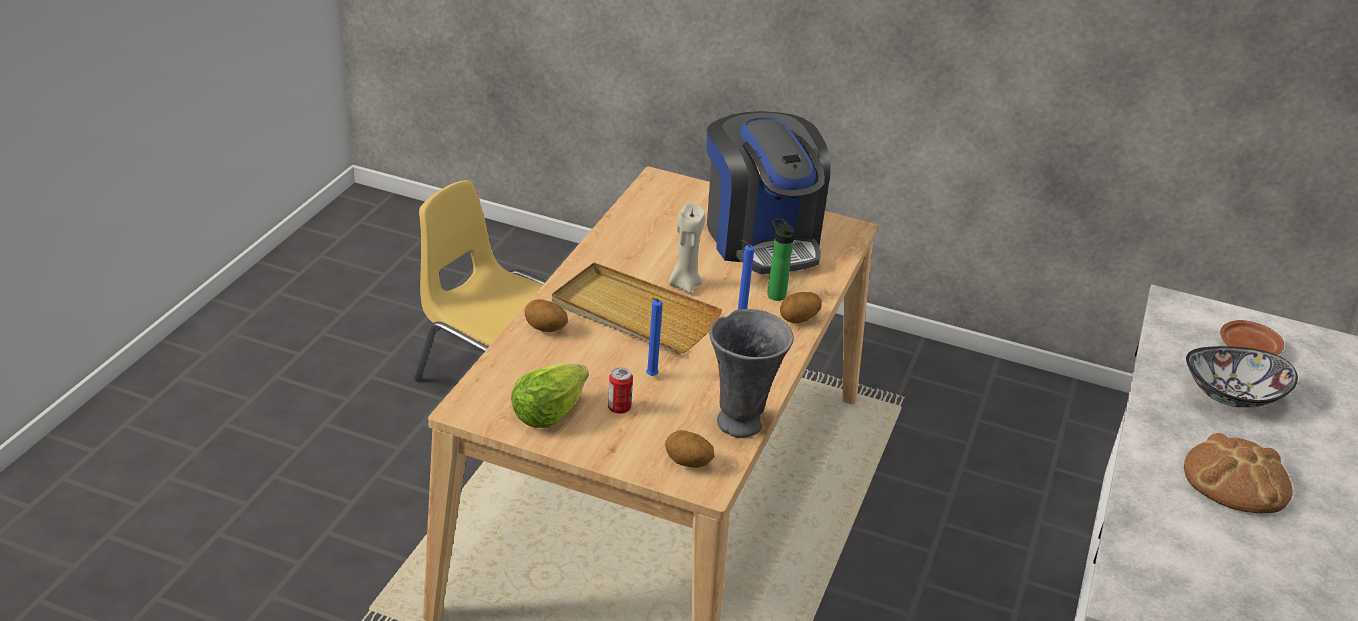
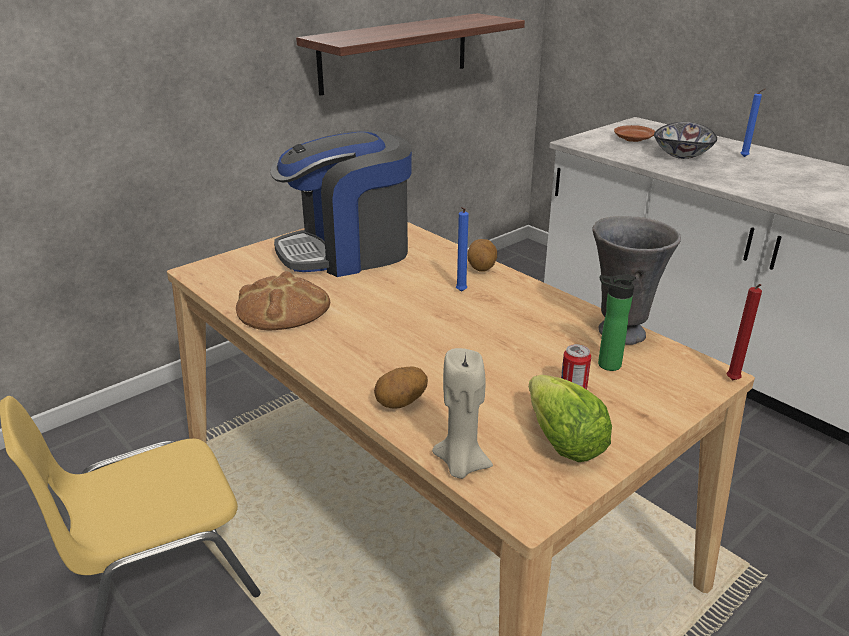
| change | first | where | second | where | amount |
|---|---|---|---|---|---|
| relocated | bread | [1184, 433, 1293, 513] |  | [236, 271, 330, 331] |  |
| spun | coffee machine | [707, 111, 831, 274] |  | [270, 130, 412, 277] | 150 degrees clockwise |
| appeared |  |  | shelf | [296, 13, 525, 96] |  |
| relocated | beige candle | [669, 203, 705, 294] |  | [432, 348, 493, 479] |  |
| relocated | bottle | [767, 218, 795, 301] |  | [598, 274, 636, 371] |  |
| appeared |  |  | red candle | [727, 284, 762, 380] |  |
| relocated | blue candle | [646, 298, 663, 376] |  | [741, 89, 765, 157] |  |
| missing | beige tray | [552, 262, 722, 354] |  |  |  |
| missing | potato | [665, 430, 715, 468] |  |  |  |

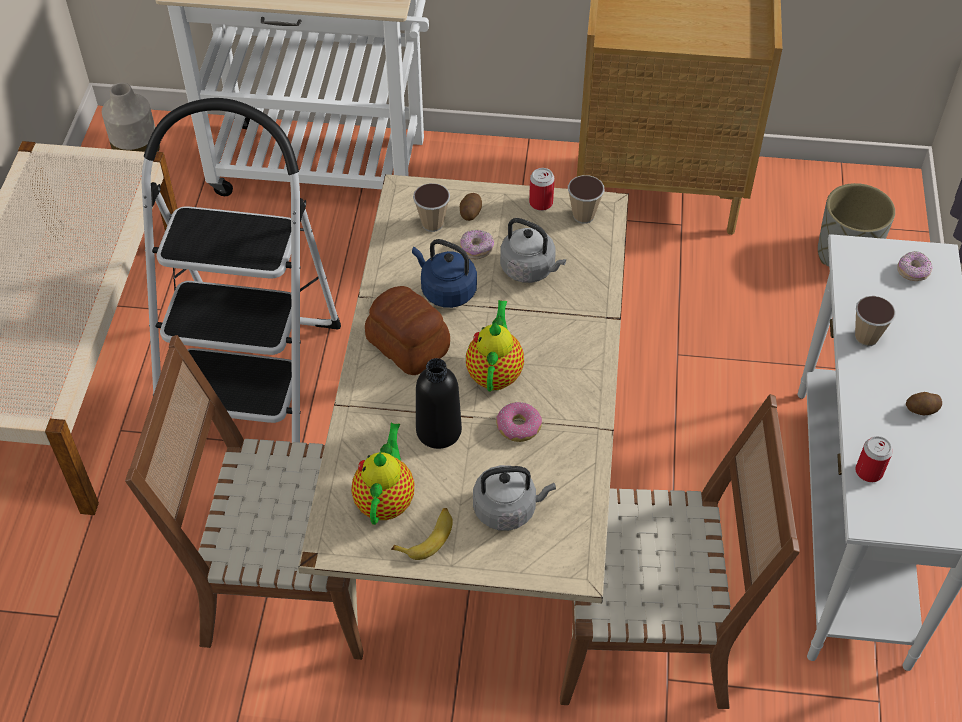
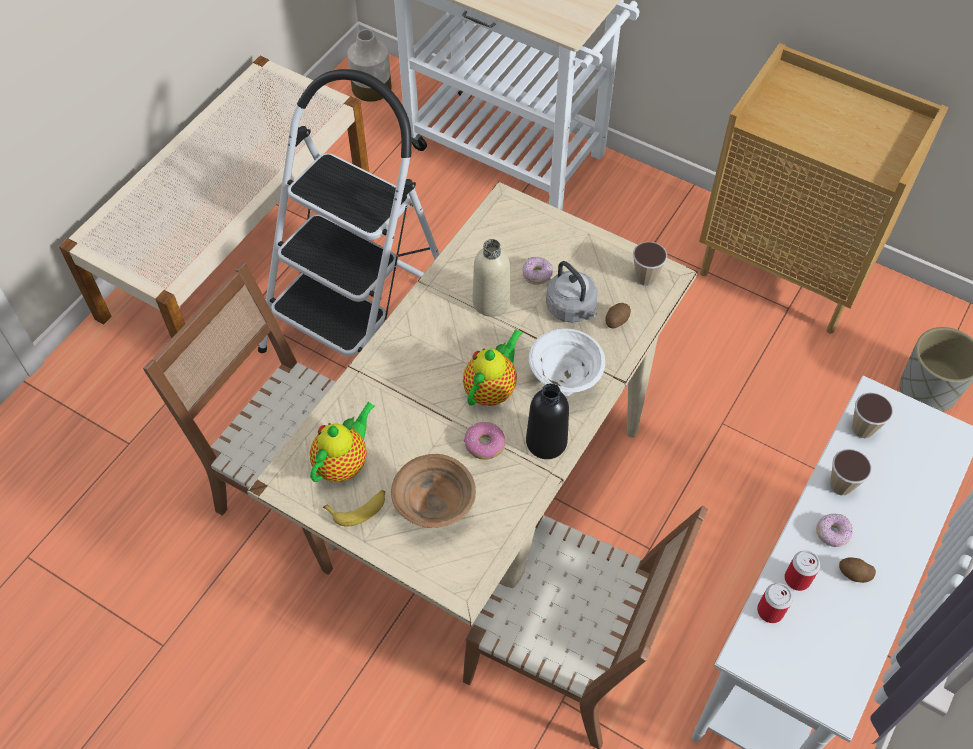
| change | first | where | second | where | amount |
|---|---|---|---|---|---|
| exchanged | grey kettle | [473, 465, 556, 531] | brown bowl | [391, 454, 476, 528] |  |
| exchanged | blue kettle | [412, 239, 477, 308] | beige bottle | [473, 239, 511, 317] |  |
| relocated | black bottle | [416, 358, 462, 449] |  | [526, 383, 569, 459] |  |
| appeared |  |  | white bowl | [529, 328, 605, 396] |  |
| relocated | potato | [460, 193, 482, 221] |  | [605, 303, 631, 329] |  |
| relocated | can | [529, 168, 555, 211] |  | [784, 551, 820, 591] |  |
| relocated | donut | [897, 251, 933, 281] |  | [816, 513, 853, 547] |  |
| relocated | cup | [413, 183, 450, 232] |  | [852, 393, 893, 438] |  |
| missing | bread | [365, 286, 450, 375] |  |  |  |

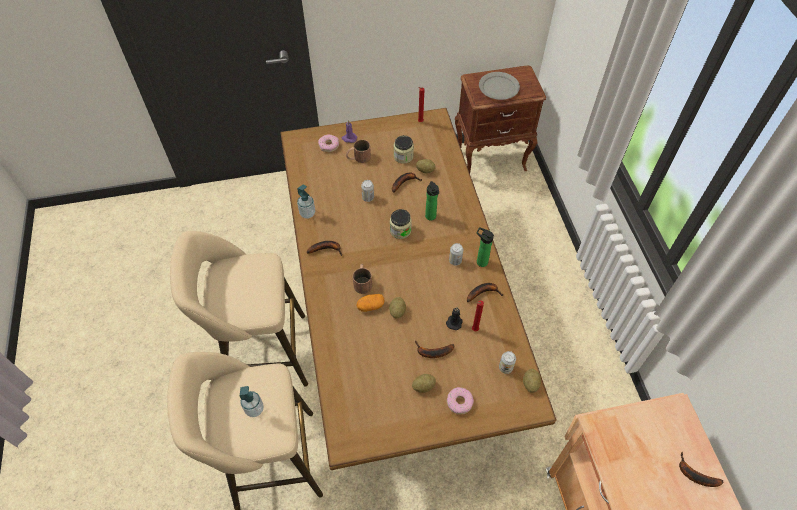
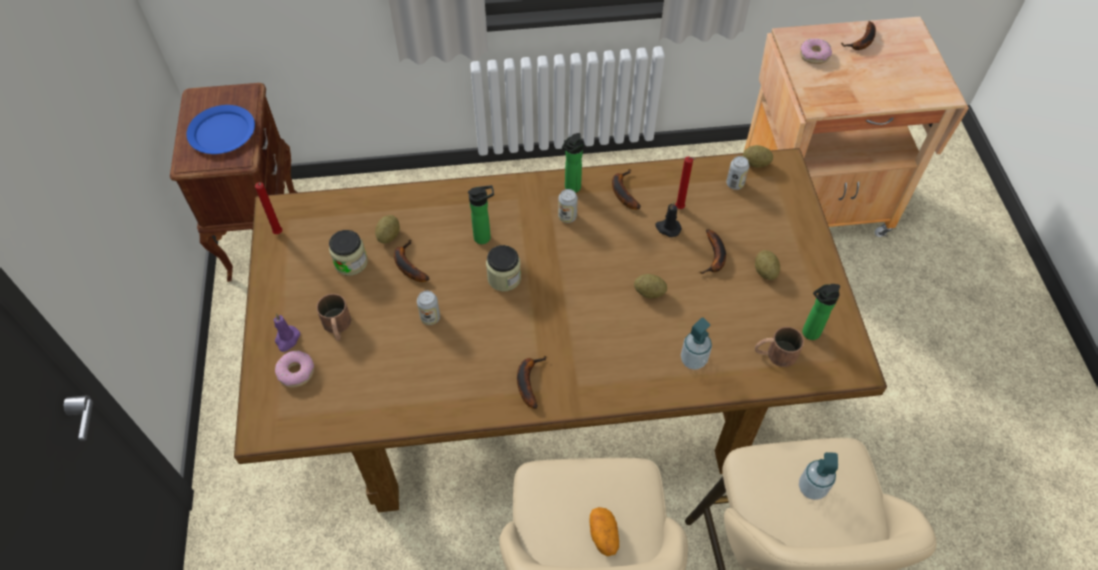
| change | first | where | second | where | amount |
|---|---|---|---|---|---|
| colour | grey plate | [479, 72, 520, 100] | blue plate | [187, 105, 255, 154] |  |
| relocated | potato | [356, 294, 384, 312] |  | [590, 507, 619, 556] |  |
| relocated | soap dispenser | [297, 184, 315, 219] |  | [681, 318, 712, 370] |  |
| relocated | brown mug | [353, 264, 372, 294] |  | [755, 327, 804, 367] |  |
| relocated | donut | [447, 387, 474, 415] |  | [800, 39, 832, 64] |  |
| appeared |  |  | bottle | [802, 284, 840, 340] |  |

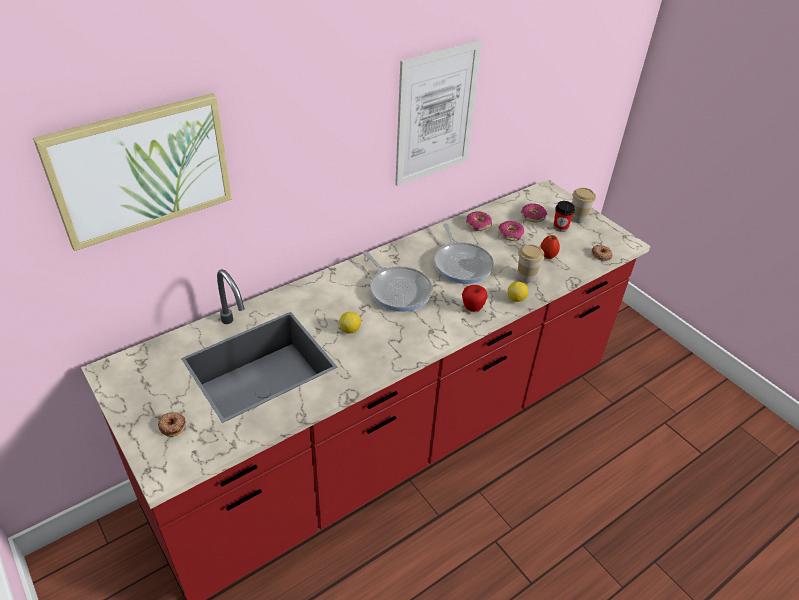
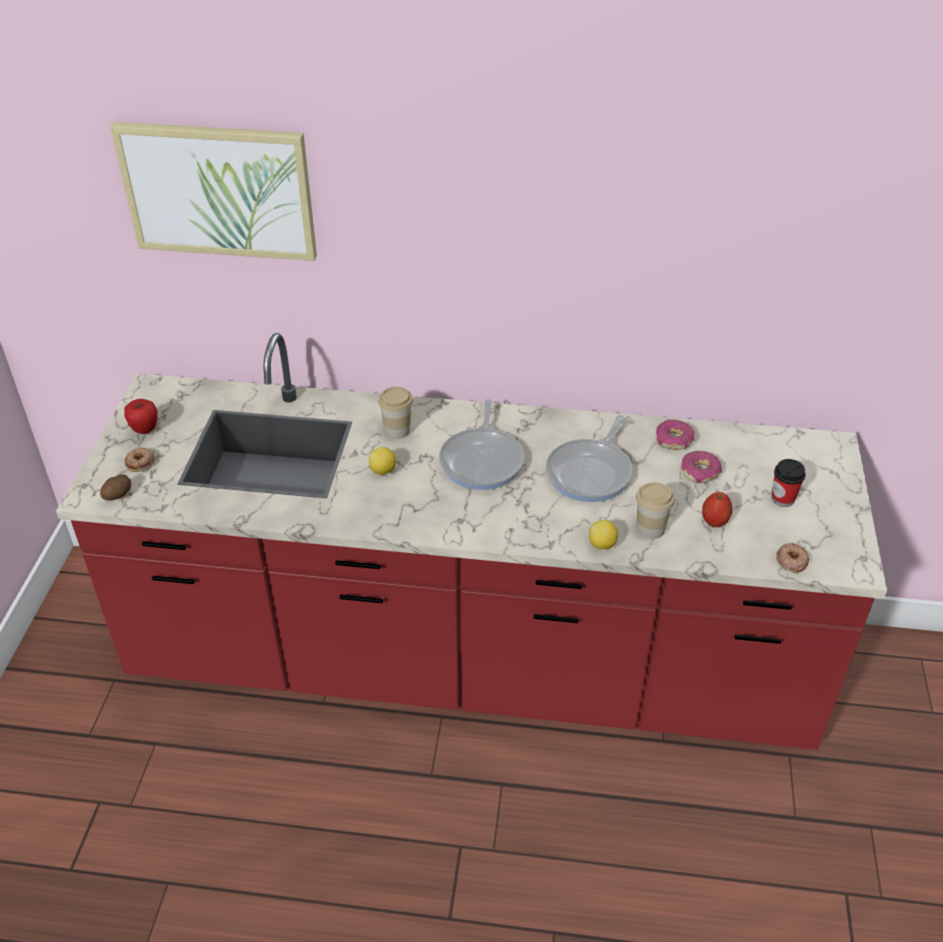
| change | first | where | second | where | amount |
|---|---|---|---|---|---|
| appeared |  |  | potato | [100, 474, 131, 501] |  |
| relocated | apple | [462, 285, 488, 312] |  | [124, 399, 158, 434] |  |
| relocated | cup | [571, 188, 596, 223] |  | [378, 387, 413, 439] |  |
| missing | picture | [395, 40, 482, 186] |  |  |  |
| missing | donut | [521, 203, 547, 223] |  |  |  |

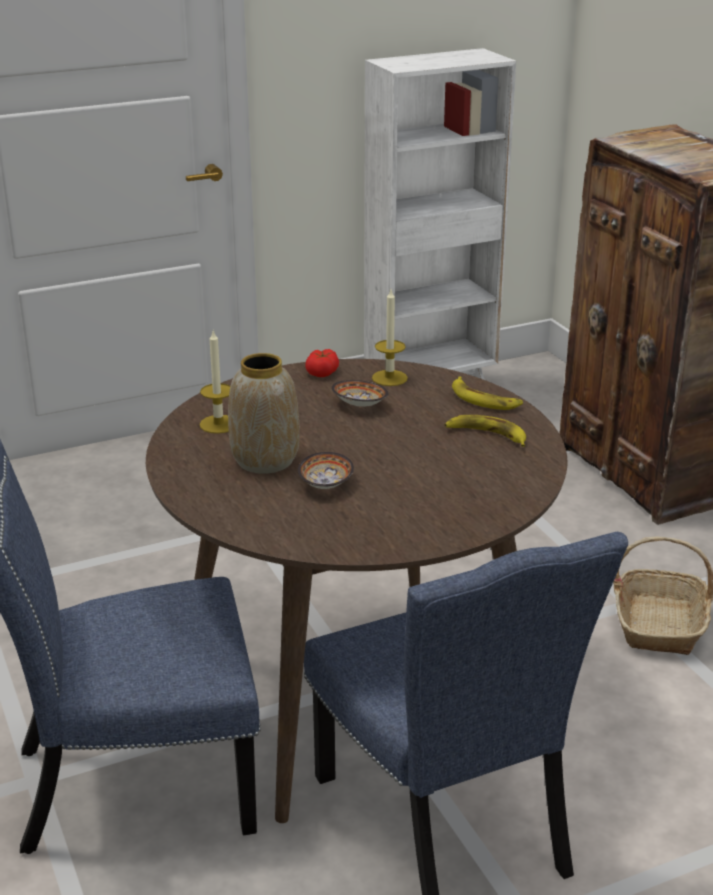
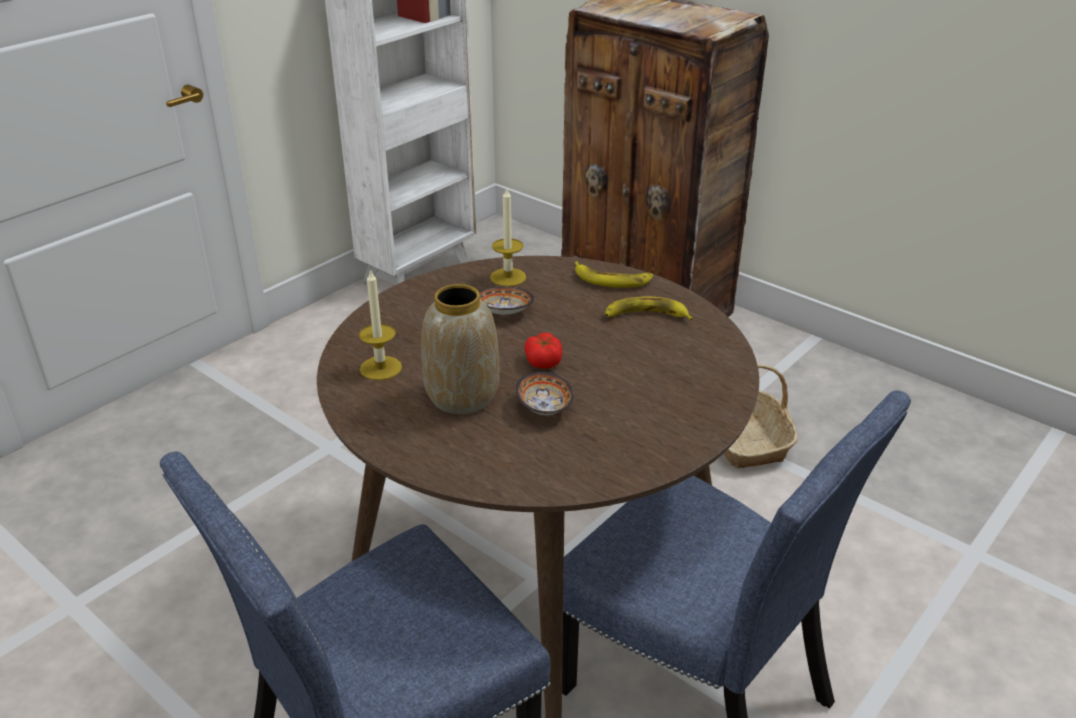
| change | first | where | second | where | amount |
|---|---|---|---|---|---|
| relocated | tomato | [305, 349, 339, 377] |  | [524, 333, 562, 369] |  |

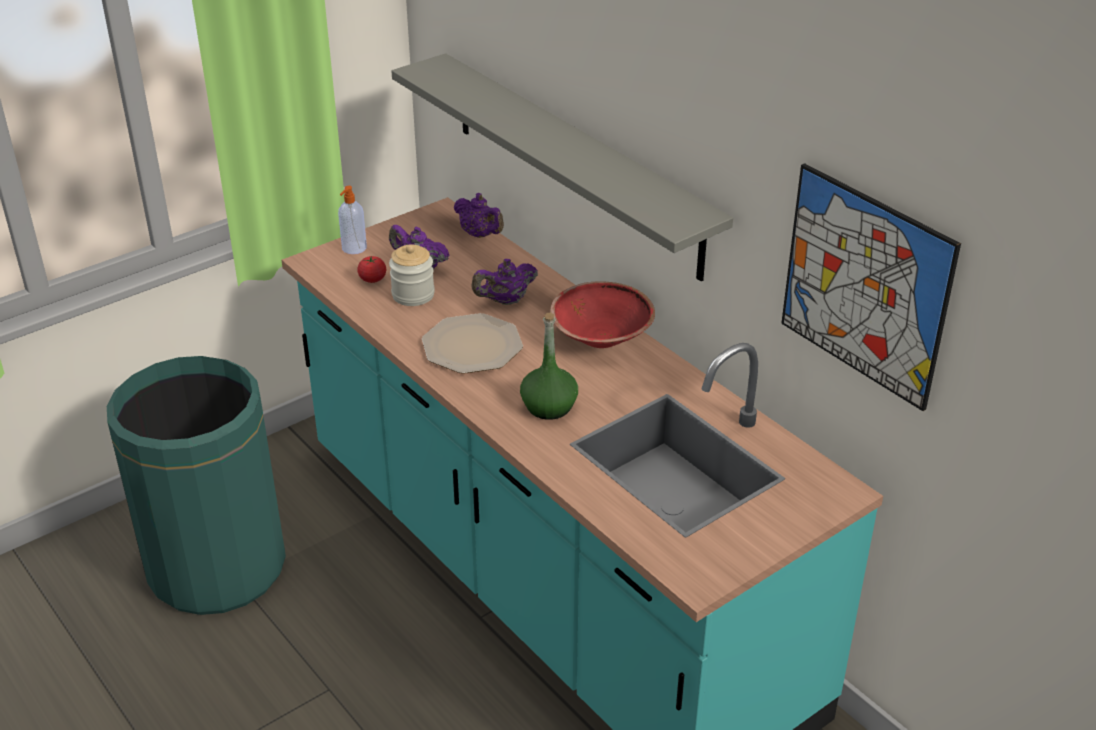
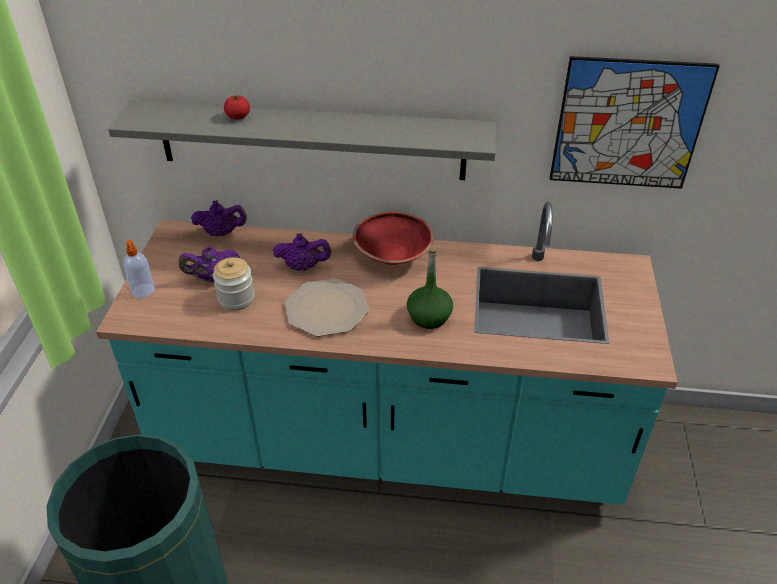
| change | first | where | second | where | amount |
|---|---|---|---|---|---|
| relocated | tomato | [357, 256, 386, 283] |  | [224, 95, 250, 120] |  |
| spun | purple teapot | [471, 259, 538, 305] |  | [273, 233, 331, 271] | 105 degrees counterclockwise |

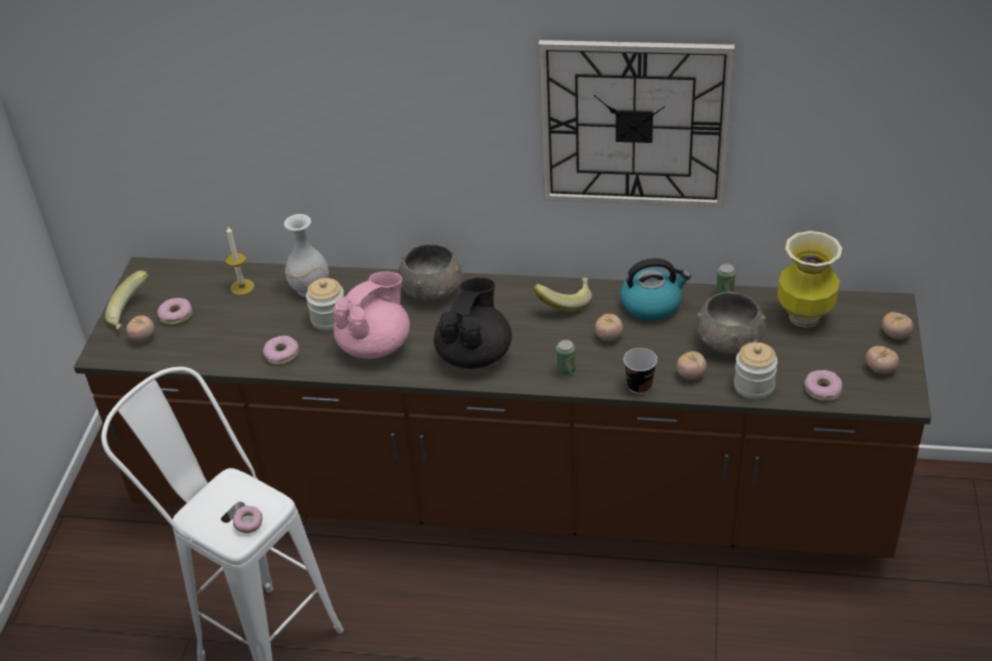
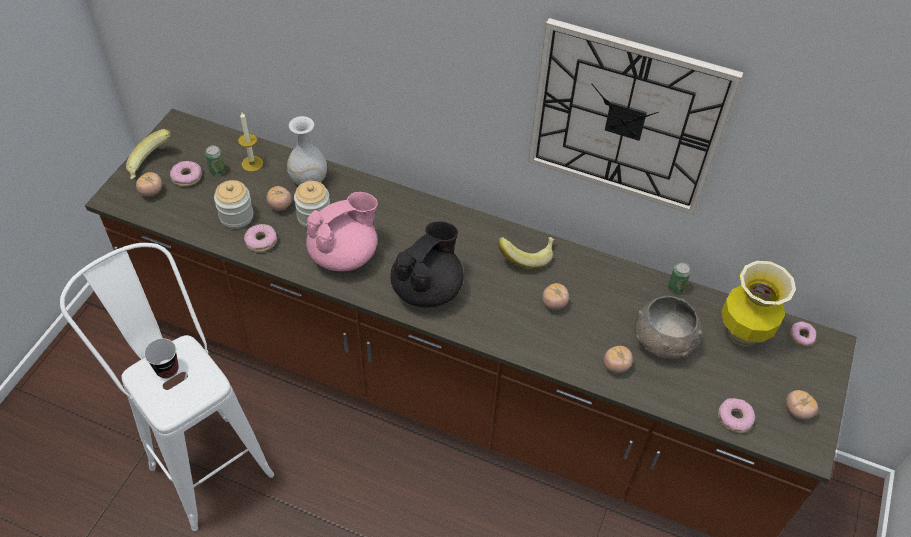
| change | first | where | second | where | amount |
|---|---|---|---|---|---|
| relocated | cup | [623, 348, 657, 394] |  | [144, 338, 179, 379] |  |
| relocated | can | [556, 339, 576, 376] |  | [205, 145, 226, 176] |  |
| relocated | jar | [734, 342, 778, 400] |  | [214, 180, 254, 229] |  |
| relocated | tomato | [882, 312, 913, 339] |  | [266, 186, 292, 211] |  |
| relocated | donut | [233, 506, 262, 533] |  | [790, 321, 816, 347] |  |
| missing | grey bowl | [399, 244, 462, 303] |  |  |  |
| missing | kettle | [620, 258, 691, 321] |  |  |  |

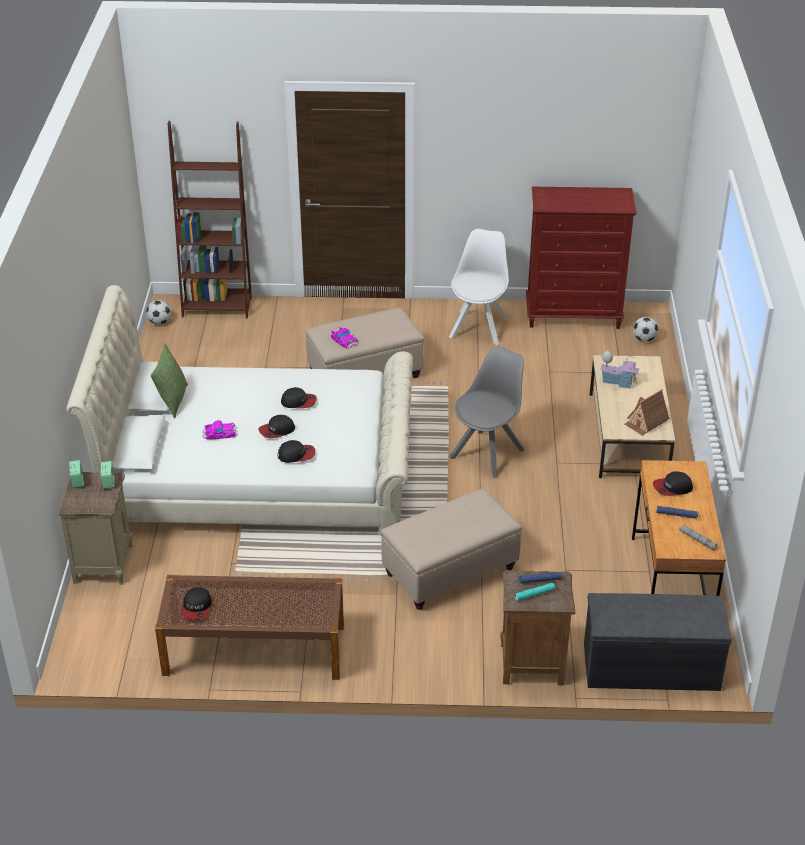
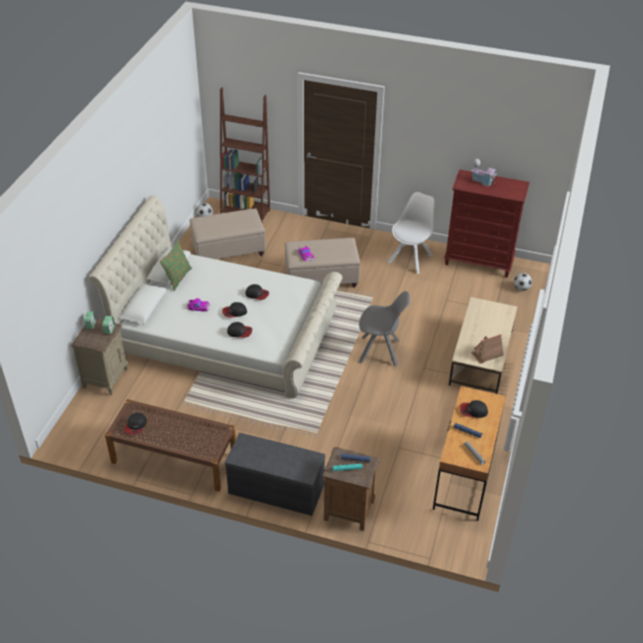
| change | first | where | second | where | amount |
|---|---|---|---|---|---|
| relocated | beige ottoman | [381, 488, 522, 610] |  | [189, 208, 266, 259] |  |
| relocated | grey bench | [584, 593, 732, 691] |  | [225, 433, 325, 516] |  |
| spun | grey chair | [449, 347, 524, 478] |  | [359, 291, 410, 366] | 45 degrees clockwise |
| relocated | toy house | [600, 351, 639, 389] |  | [471, 159, 497, 187] |  |

